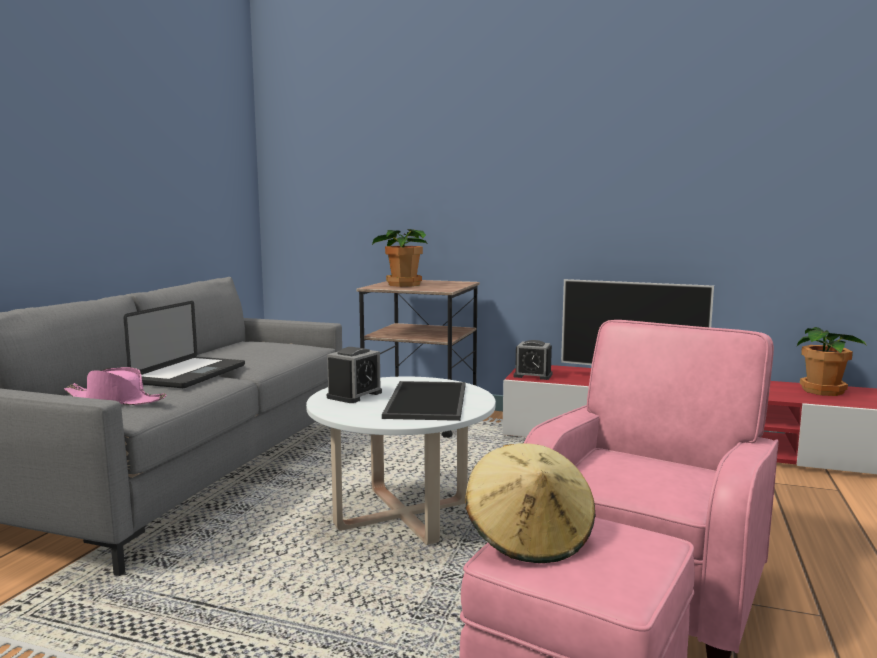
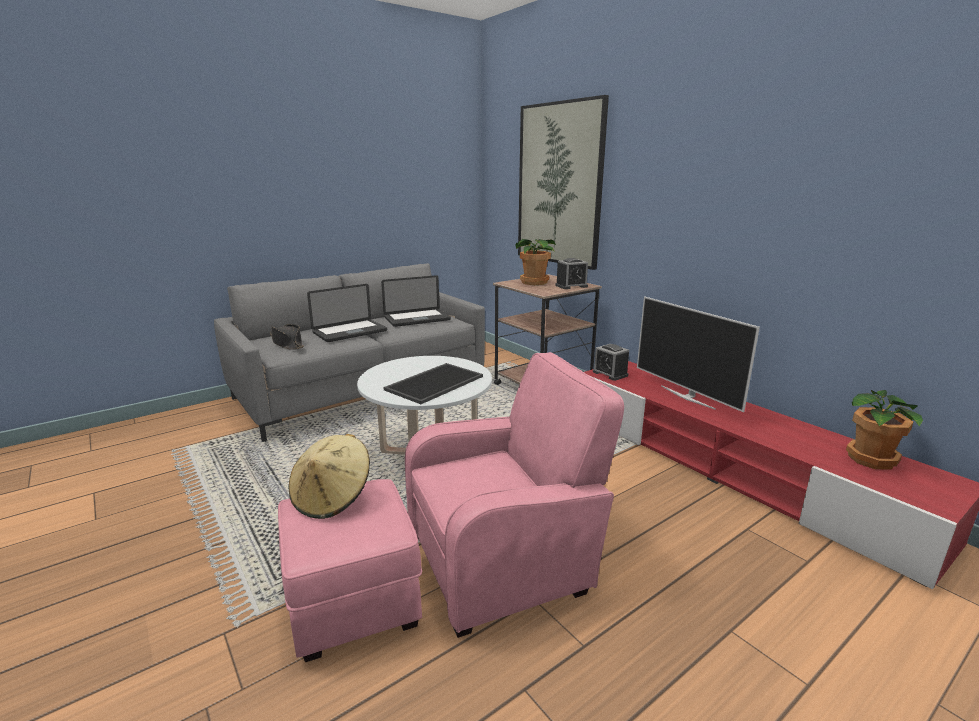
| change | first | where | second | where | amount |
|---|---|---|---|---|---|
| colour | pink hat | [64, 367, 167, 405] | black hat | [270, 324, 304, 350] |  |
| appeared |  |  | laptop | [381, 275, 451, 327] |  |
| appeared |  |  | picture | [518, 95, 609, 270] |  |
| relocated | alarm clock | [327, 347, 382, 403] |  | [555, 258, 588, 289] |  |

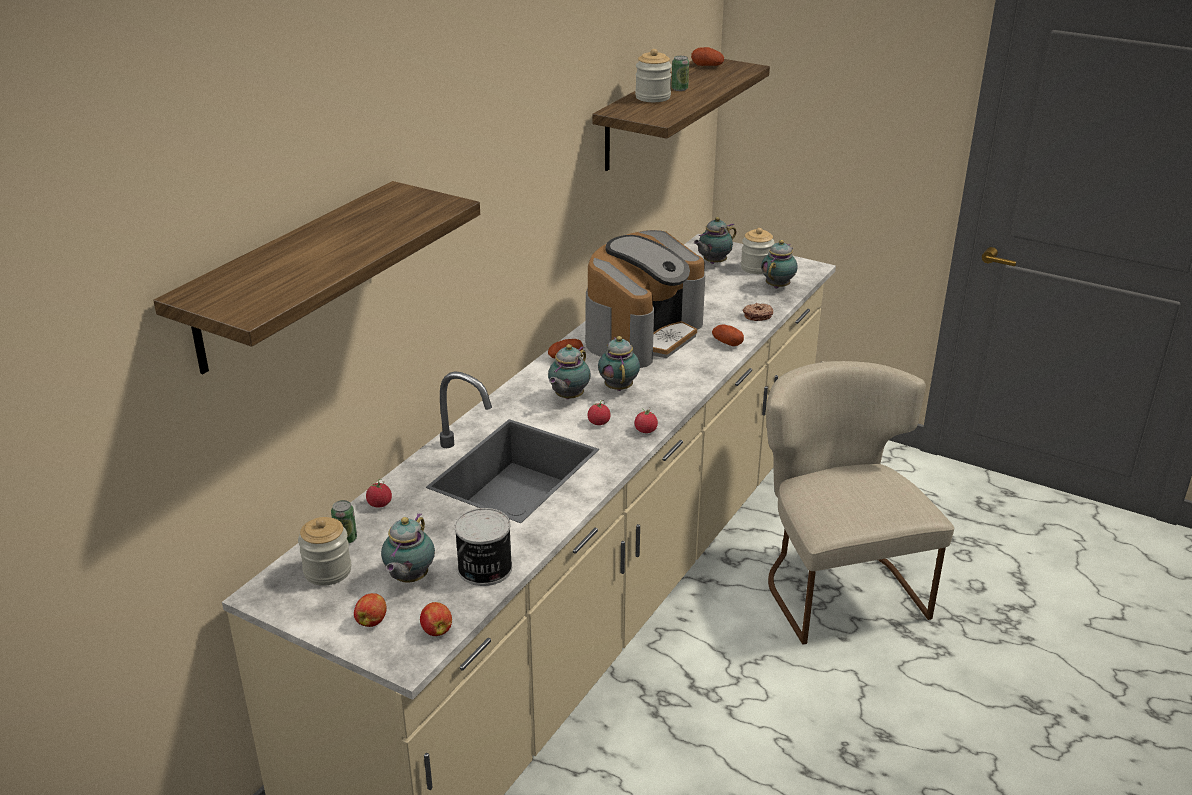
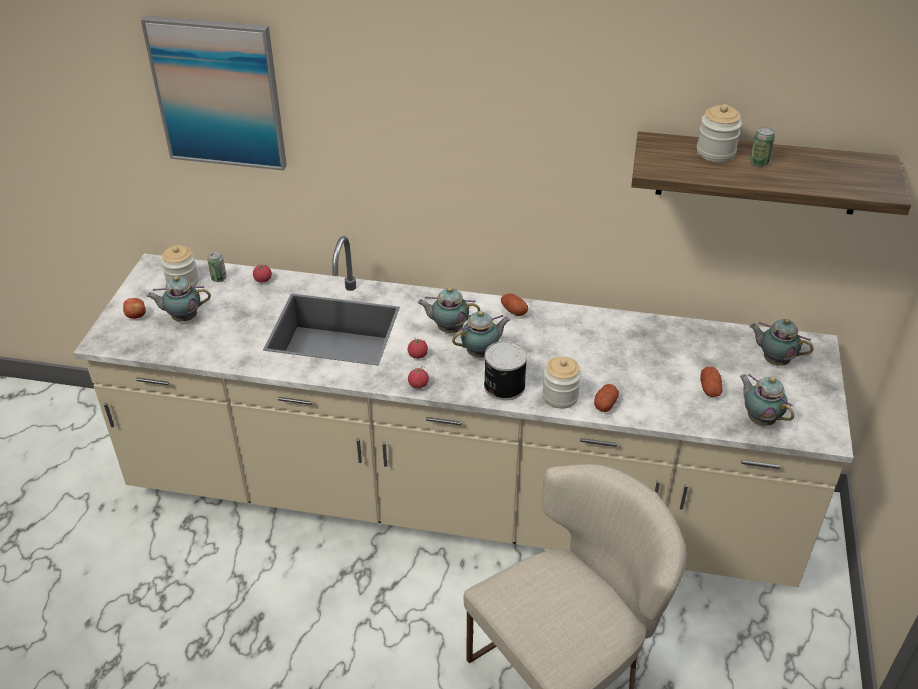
| change | first | where | second | where | amount |
|---|---|---|---|---|---|
| exchanged | shelf | [153, 181, 480, 374] | picture | [141, 15, 287, 171] |  |
| relocated | can | [454, 508, 512, 586] |  | [484, 341, 527, 400] |  |
| relocated | jar | [741, 228, 775, 274] |  | [542, 356, 581, 409] |  |
| relocated | potato | [691, 47, 724, 66] |  | [700, 367, 722, 397] |  |
| spun | teapot | [761, 240, 798, 288] |  | [739, 373, 794, 426] | 135 degrees counterclockwise |
| missing | apple | [420, 602, 452, 636] |  |  |  |
| missing | coffee machine | [585, 230, 705, 368] |  |  |  |
| missing | donut | [743, 303, 773, 321] |  |  |  |

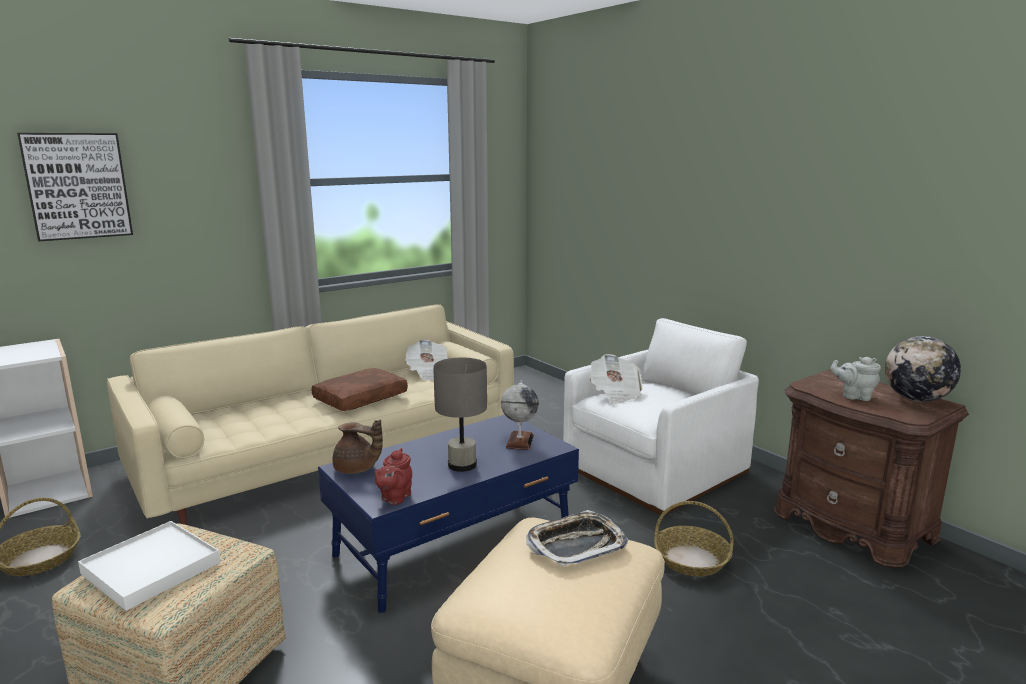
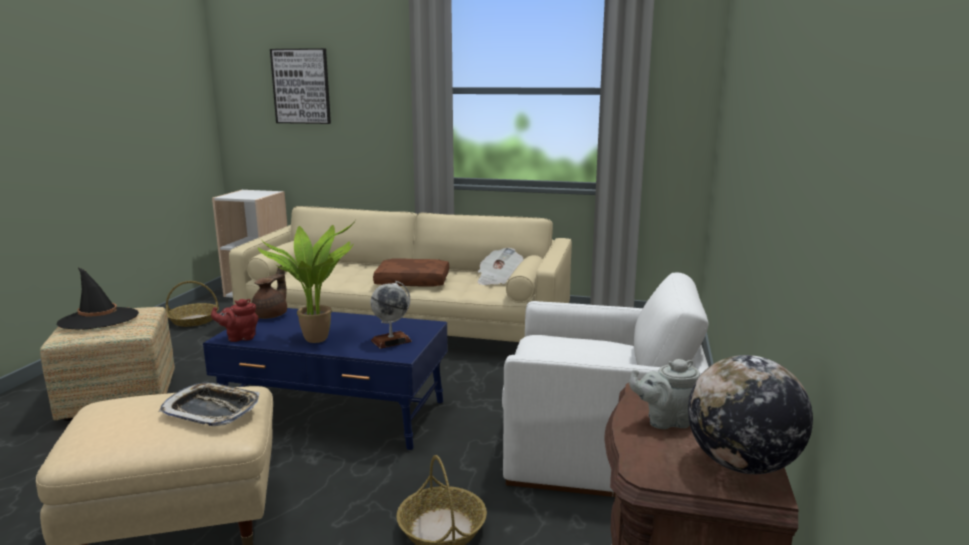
| change | first | where | second | where | amount |
|---|---|---|---|---|---|
| exchanged | white tray | [78, 521, 220, 611] | black hat | [57, 267, 139, 330] |  |
| spun | brown teapot | [333, 420, 383, 474] |  | [251, 265, 287, 319] | 135 degrees counterclockwise |
| exchanged | grey table lamp | [434, 357, 487, 472] | potted plant | [258, 218, 357, 343] |  |
| spun | grey teapot | [831, 357, 881, 401] |  | [629, 359, 700, 429] | 75 degrees counterclockwise |
| missing | newspaper | [589, 354, 643, 404] |  |  |  |

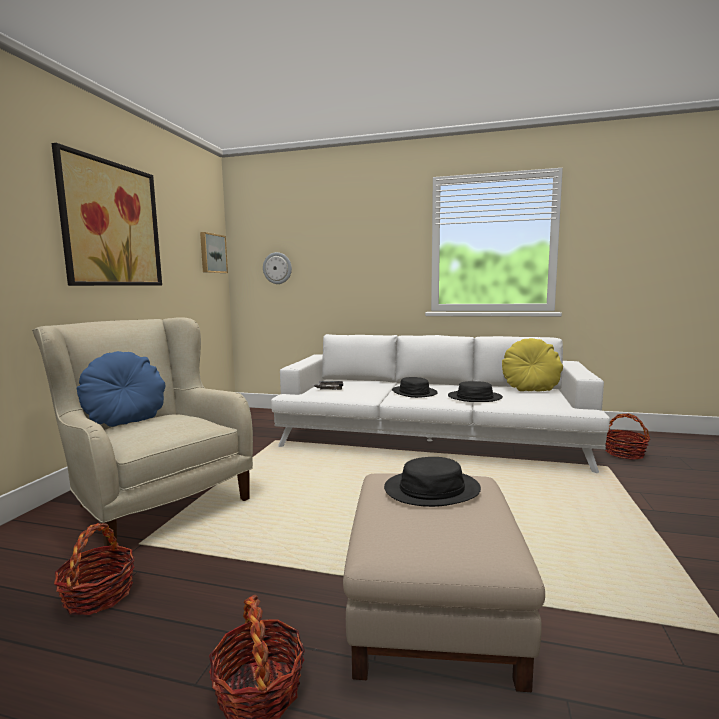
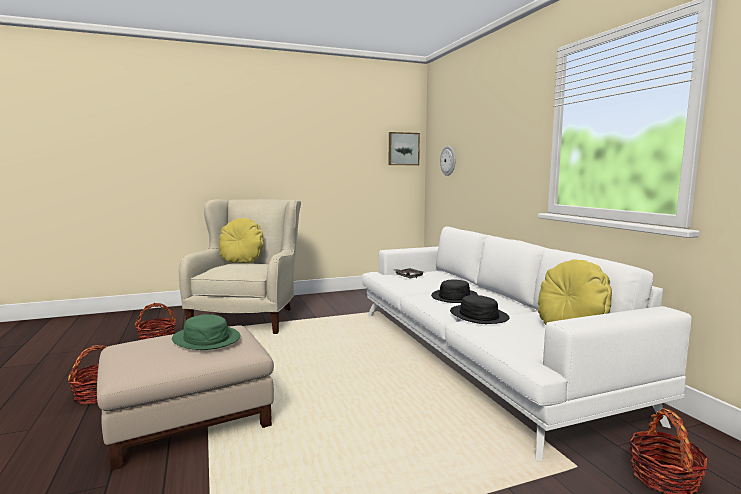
| change | first | where | second | where | amount |
|---|---|---|---|---|---|
| colour | black hat | [384, 457, 481, 507] | green hat | [172, 314, 241, 350] |  |
| colour | blue pillow | [77, 351, 165, 427] | yellow pillow | [219, 218, 264, 263] |  |
| missing | picture | [51, 143, 162, 286] |  |  |  |

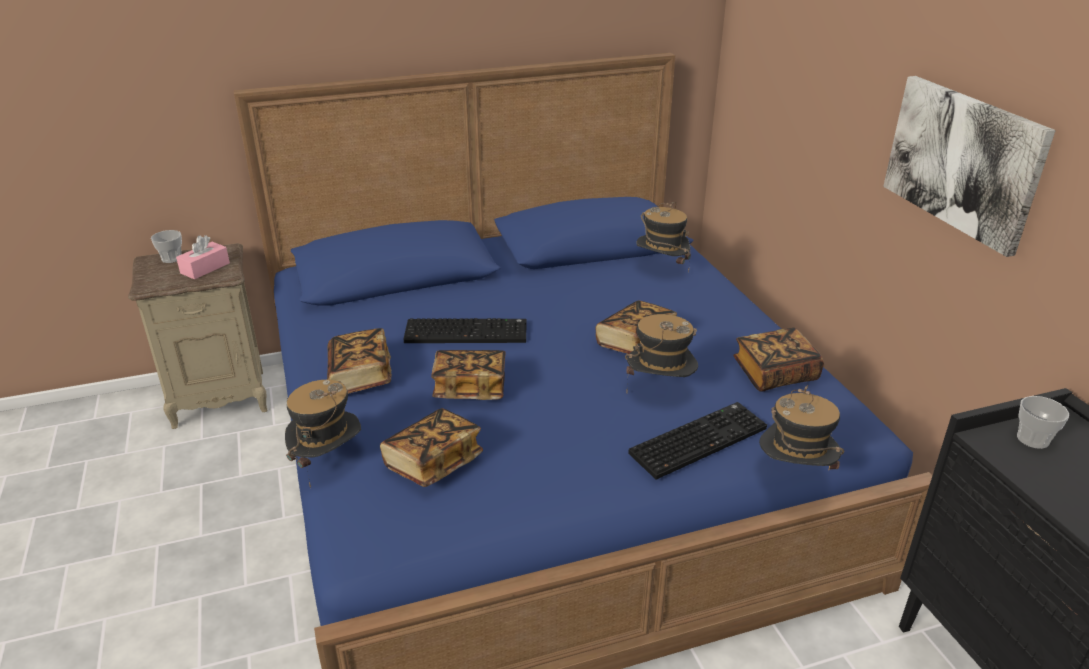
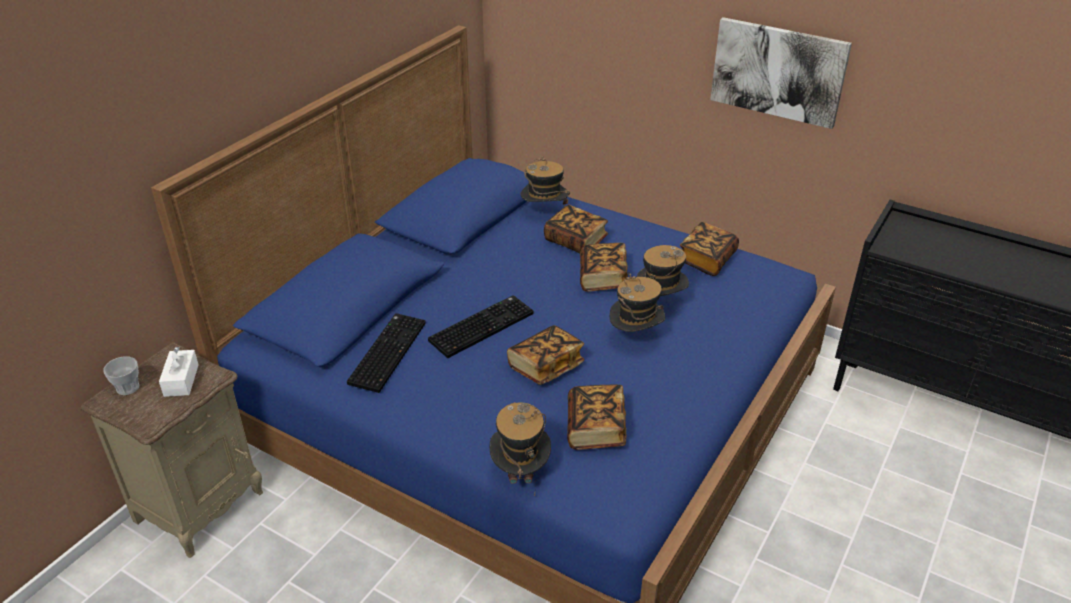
| change | first | where | second | where | amount |
|---|---|---|---|---|---|
| colour | pink tissue box | [176, 235, 230, 280] | white tissue box | [159, 347, 199, 397] |  |
| relocated | keyboard | [628, 402, 767, 480] |  | [347, 313, 426, 393] |  |
| relocated | book | [327, 328, 392, 394] |  | [544, 205, 608, 254] |  |
| relocated | hat | [759, 385, 845, 469] |  | [610, 272, 665, 332] |  |
| missing | cup | [1017, 396, 1069, 449] |  |  |  |

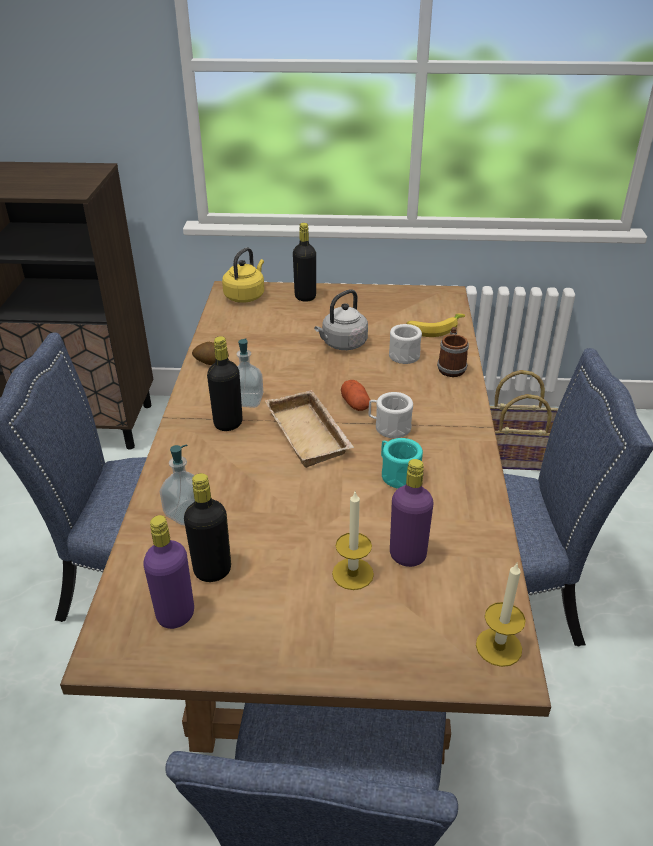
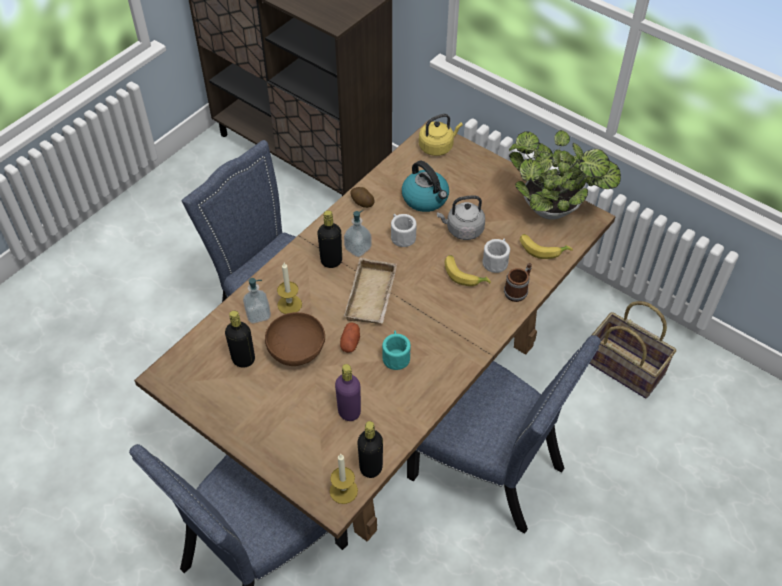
| change | first | where | second | where | amount |
|---|---|---|---|---|---|
| appeared |  |  | brown bowl | [265, 312, 325, 366] |  |
| relocated | candle | [332, 492, 374, 590] |  | [277, 263, 302, 314] |  |
| relocated | potato | [341, 380, 370, 411] |  | [340, 322, 360, 353] |  |
| relocated | black bottle | [293, 223, 316, 302] |  | [357, 421, 383, 478] |  |
| relocated | white mug | [369, 392, 413, 438] |  | [391, 214, 417, 247] |  |
| appeared |  |  | kettle | [402, 161, 449, 212] |  |
| appeared |  |  | banana | [445, 255, 491, 286] |  |
| appeared |  |  | potted plant | [509, 130, 621, 220] |  |
| missing | purple bottle | [143, 515, 194, 629] |  |  |  |

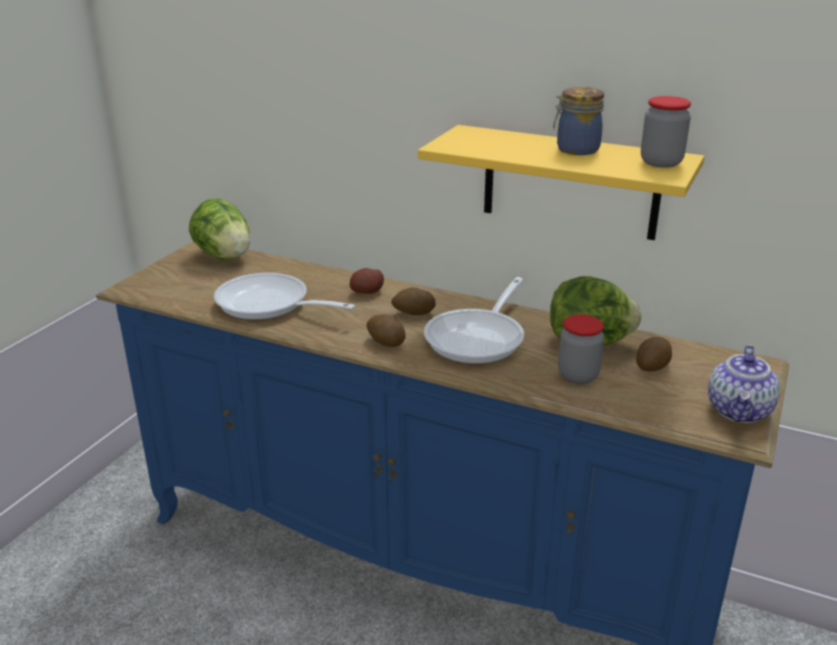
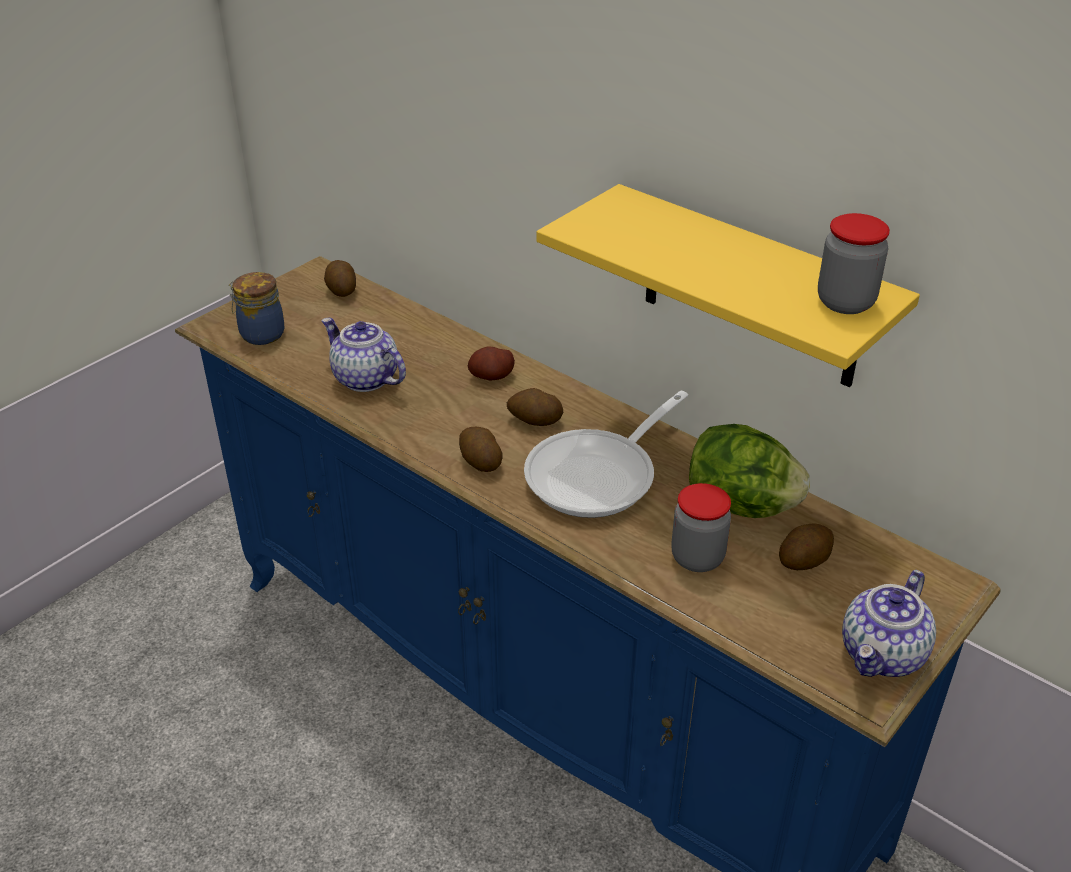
| change | first | where | second | where | amount |
|---|---|---|---|---|---|
| relocated | jar | [553, 87, 604, 155] |  | [229, 272, 284, 345] |  |
| exchanged | frying pan | [214, 273, 355, 320] | teapot | [322, 318, 406, 392] |  |
| exchanged | lettuce | [189, 199, 250, 260] | potato | [324, 260, 356, 297] |  |

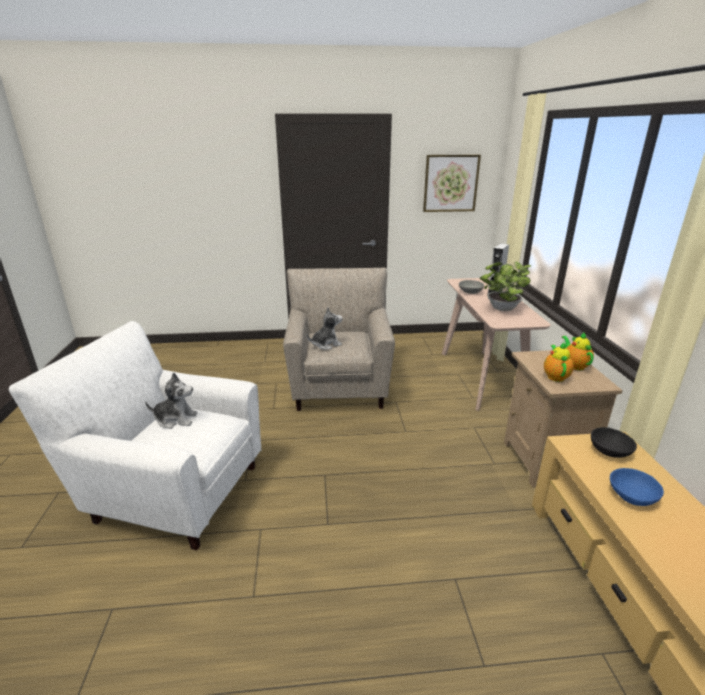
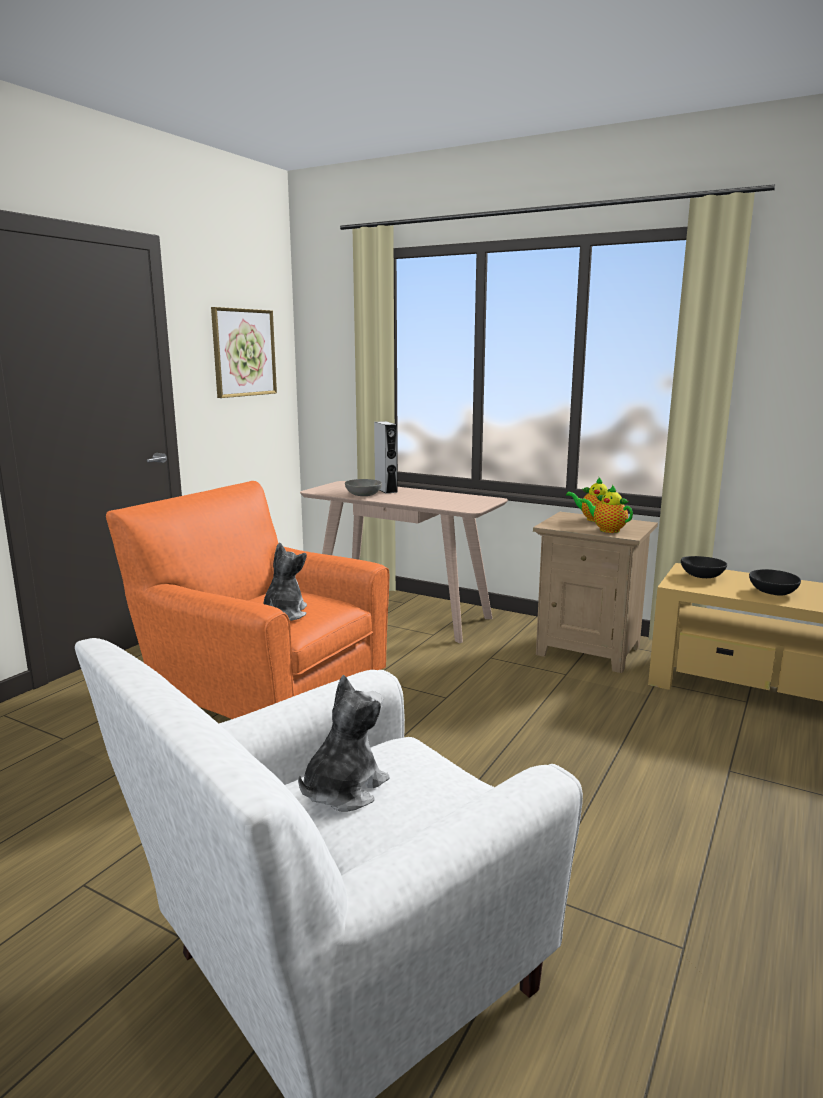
| change | first | where | second | where | amount |
|---|---|---|---|---|---|
| colour | beige armchair | [283, 268, 395, 411] | orange armchair | [106, 481, 389, 719] |  |
| colour | blue bowl | [610, 468, 664, 506] | black bowl | [749, 569, 801, 596] |  |
| missing | potted plant | [480, 262, 531, 311] |  |  |  |

